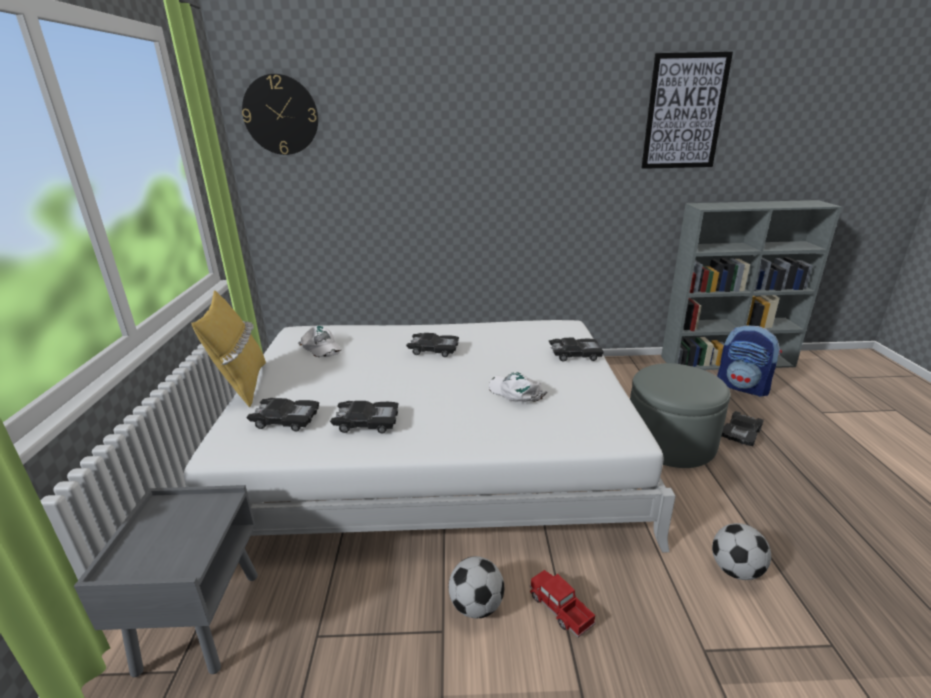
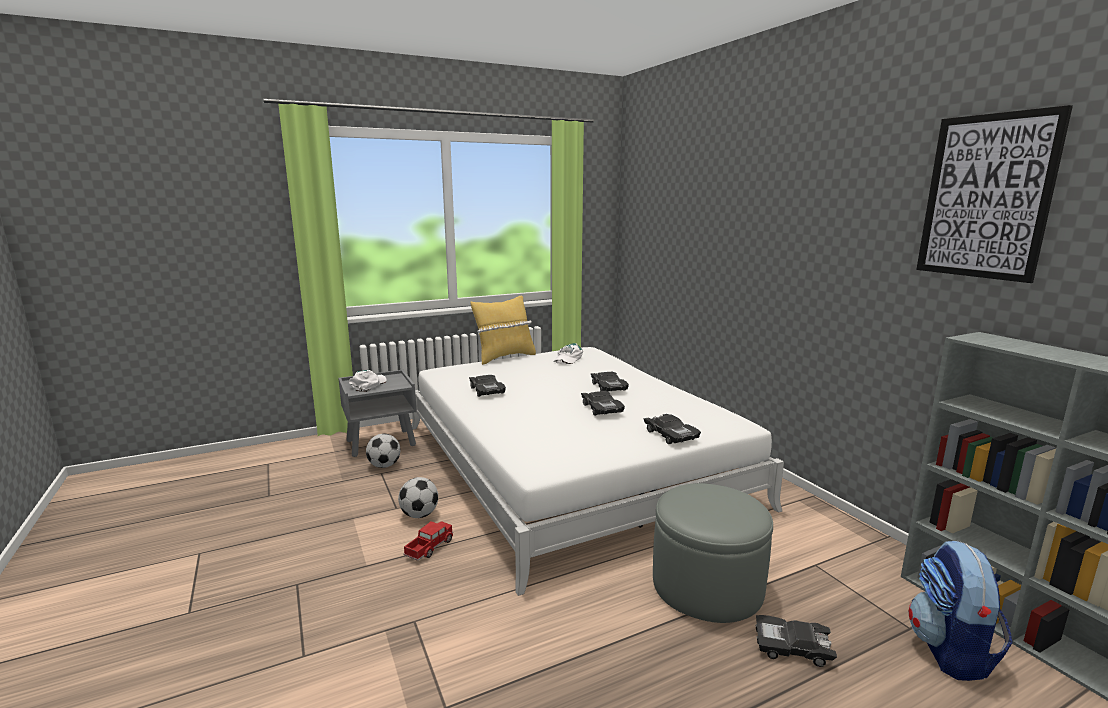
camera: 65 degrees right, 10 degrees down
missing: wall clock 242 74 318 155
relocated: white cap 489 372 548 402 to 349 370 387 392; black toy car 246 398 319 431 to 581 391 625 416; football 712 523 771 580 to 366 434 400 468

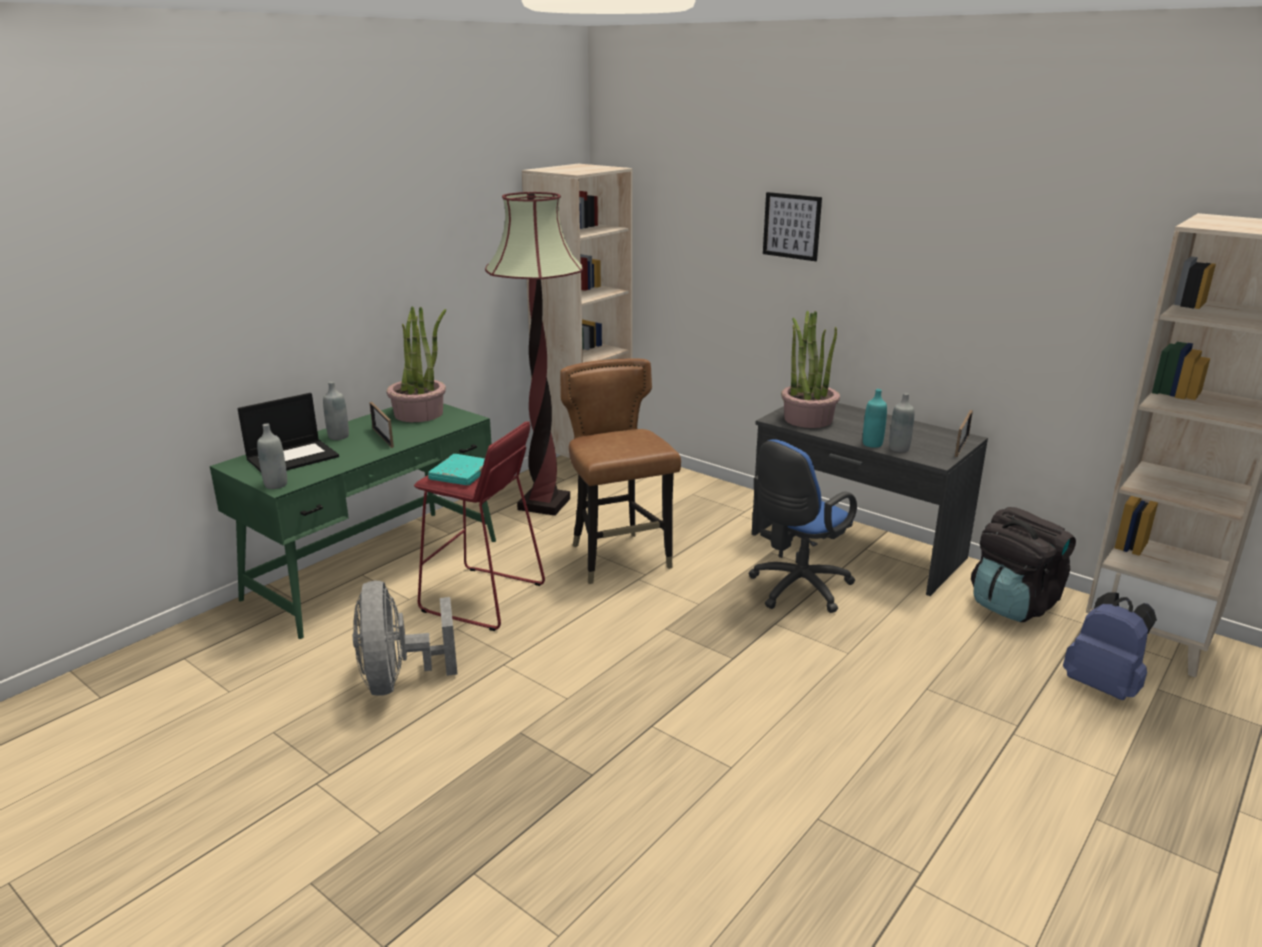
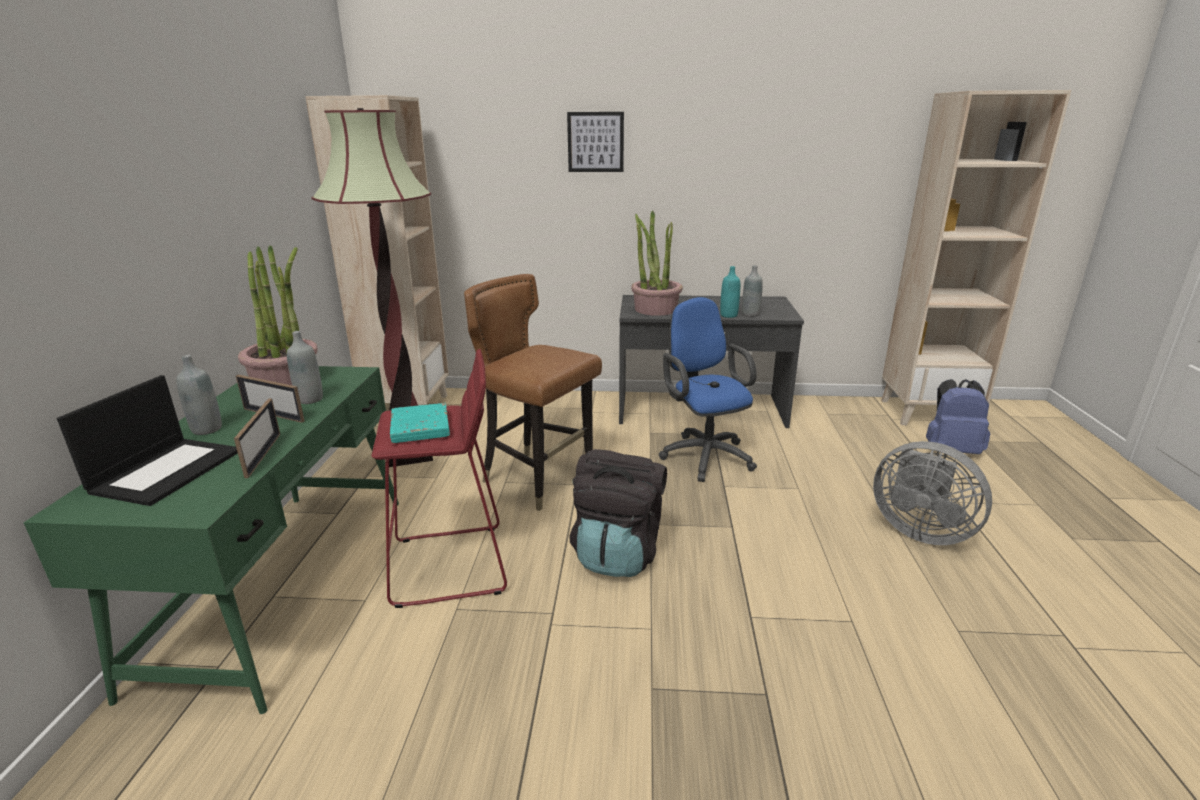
camera: 35 degrees left, 0 degrees up
relocated: picture frame 955 410 973 457 to 234 398 280 478; grey bottle 257 423 287 489 to 287 331 323 404; black backpack 971 507 1076 622 to 569 449 667 577; grey fan 353 581 457 696 to 873 441 992 545
spun: blue office chair 749 439 857 613 = 659 297 757 482 150 degrees clockwise

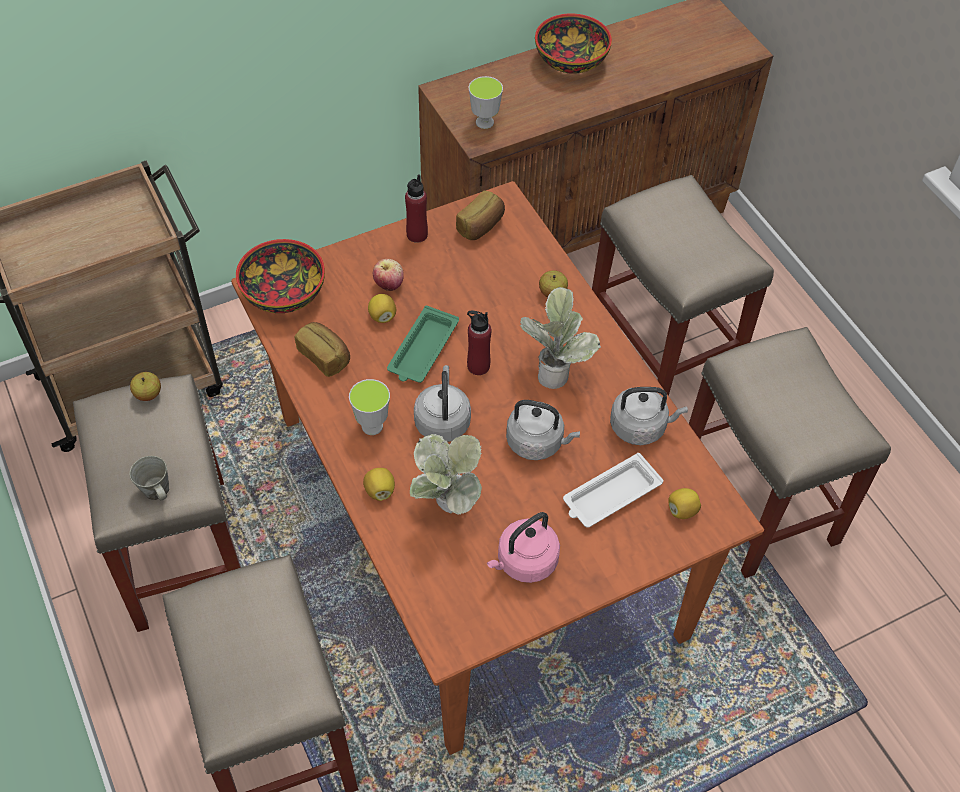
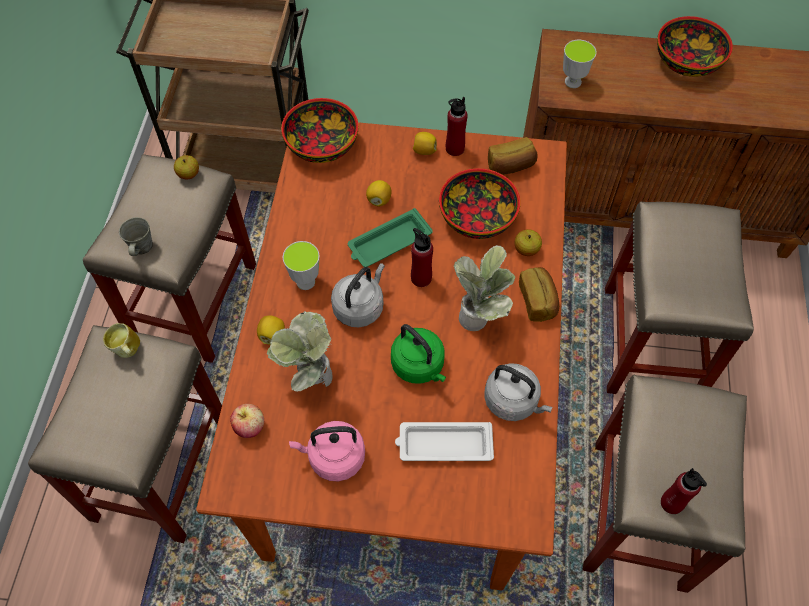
camera: 35 degrees right, 5 degrees up
appeared: bowl 439 168 521 239; mug 103 323 140 358; red bottle 661 468 707 514
relocated: apple 373 259 404 291 to 230 404 264 438; bread 295 322 350 377 to 519 267 559 322; lemon 668 488 701 519 to 413 132 437 155
colour: grey kettle 506 400 580 460 to green kettle 391 324 446 384

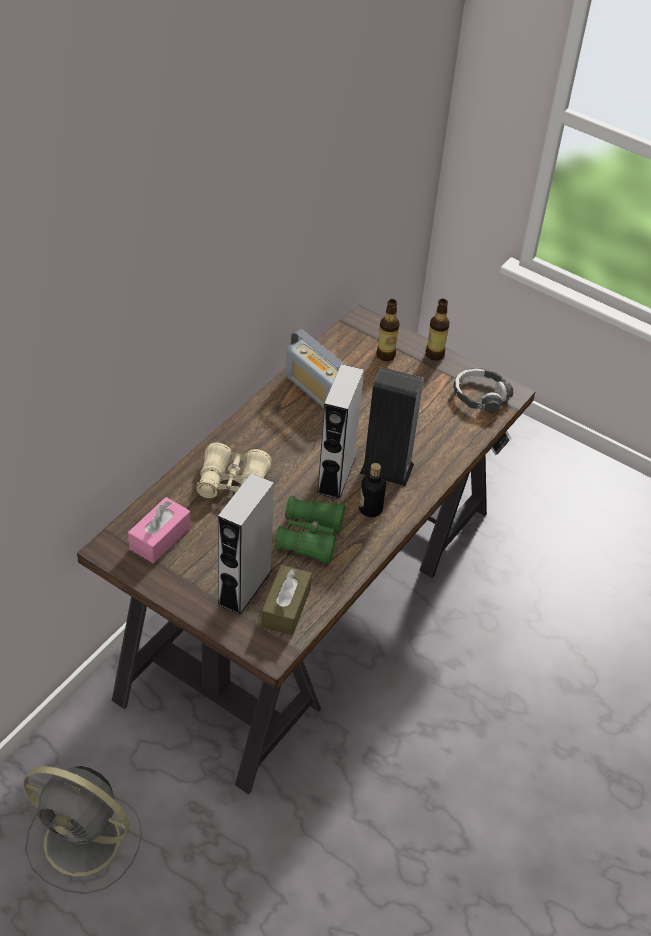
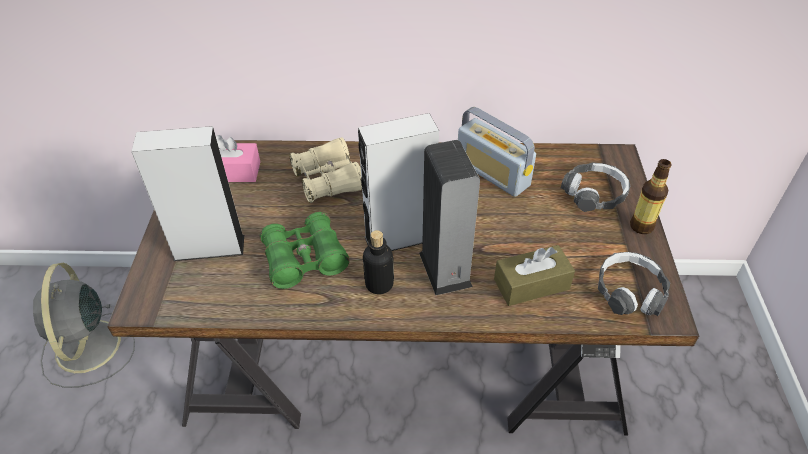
camera: 60 degrees right, 0 degrees up
relocated: brown tissue box 261 565 312 635 to 494 245 575 306
exchanged: bottle 376 299 399 361 to headphones 561 162 630 212
spun: radio 286 330 344 408 = 458 107 536 197 60 degrees counterclockwise

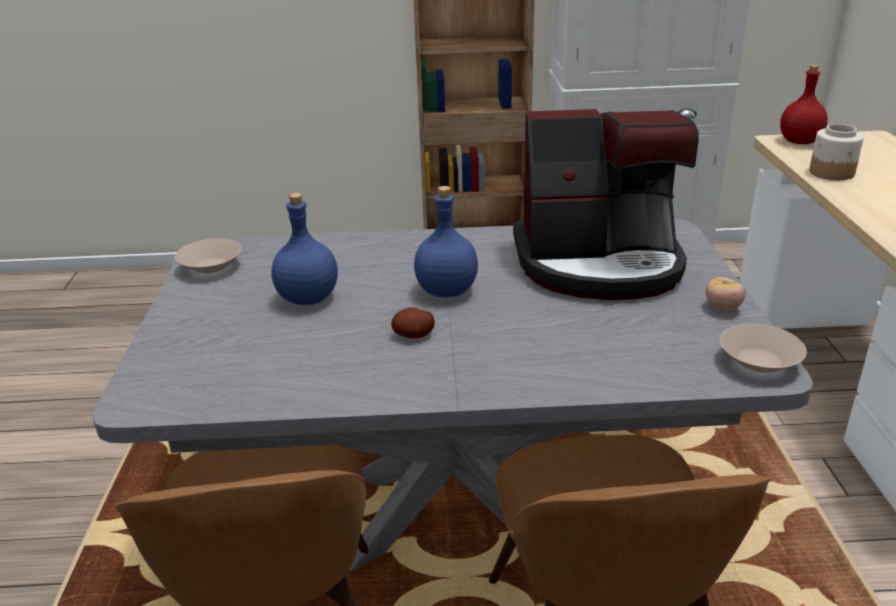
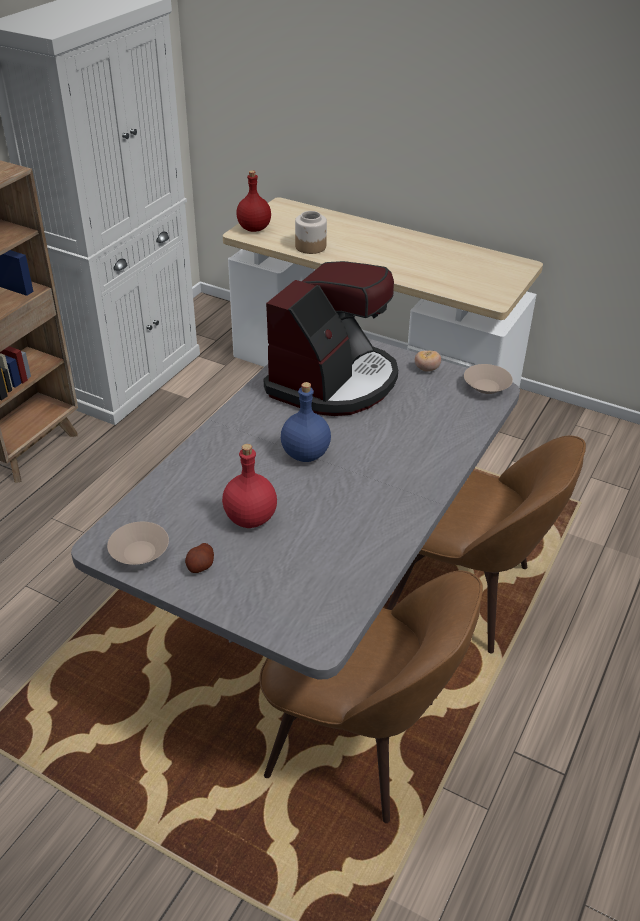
camera: 60 degrees left, 10 degrees up
relocated: potato 391 307 435 338 to 185 543 214 573
colour: blue bottle 271 193 338 305 to red bottle 222 444 277 528

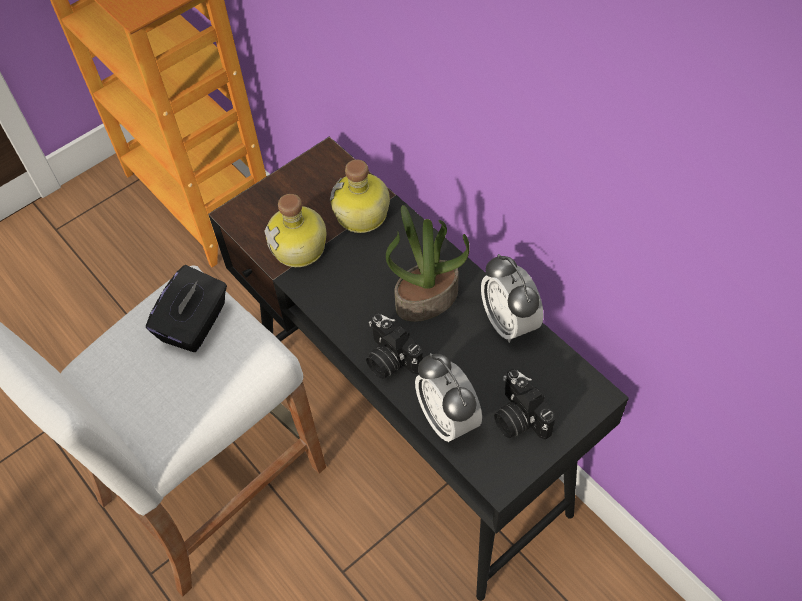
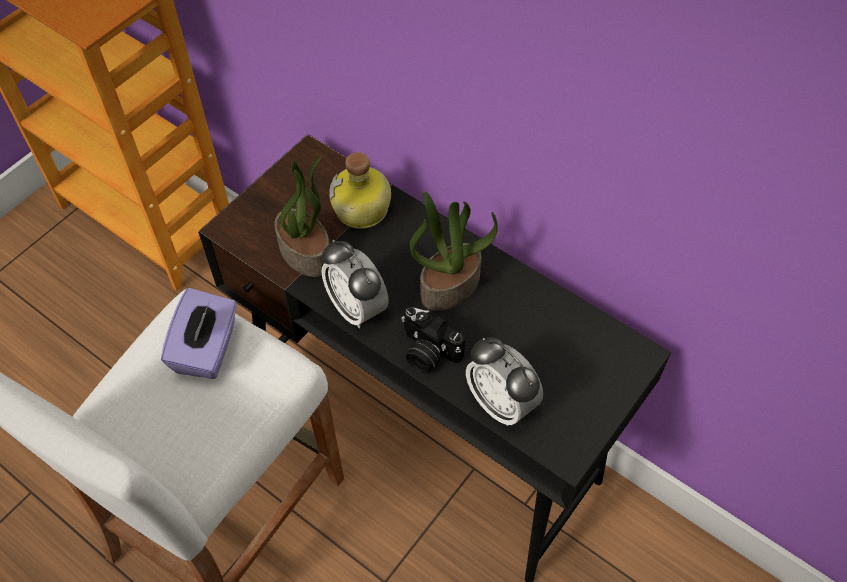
camera: 15 degrees left, 0 degrees up
missing: photo camera 494 369 555 440
relocated: alarm clock 481 254 544 343 to 321 240 389 328
exchanged: bottle 264 194 326 267 to potted plant 274 156 330 277
colour: black tissue box 146 265 227 352 to purple tissue box 161 288 237 379

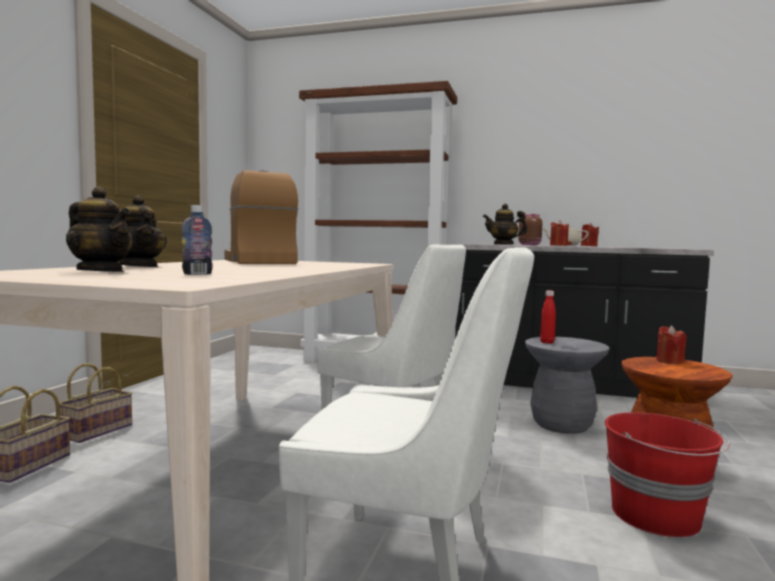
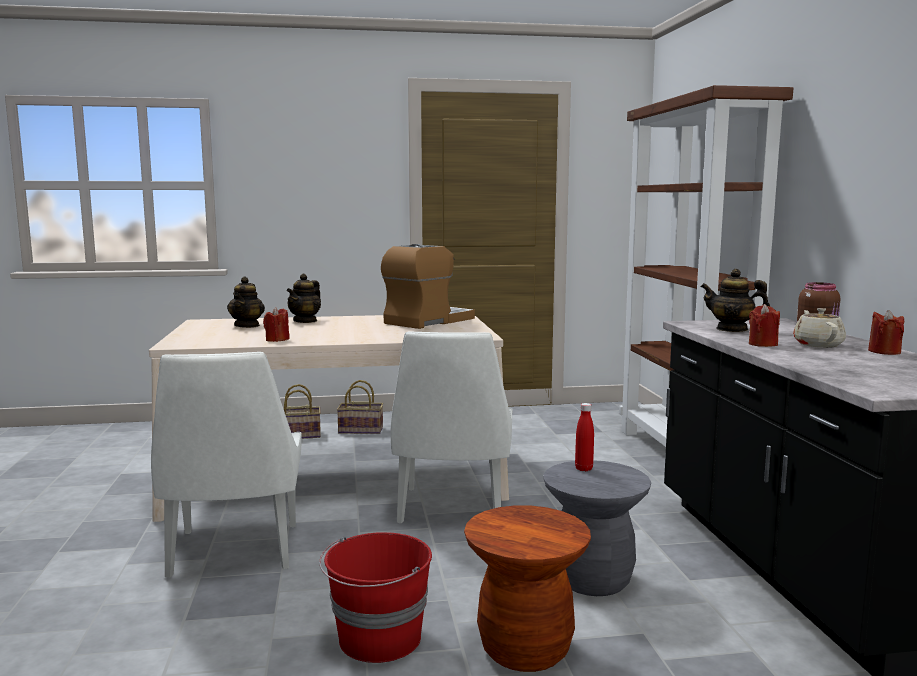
camera: 65 degrees right, 5 degrees up
missing: bottle 182 205 213 275
relocated: red candle 656 325 687 364 to 263 307 290 342
spun: teapot 483 204 528 245 = 700 269 770 332 60 degrees counterclockwise

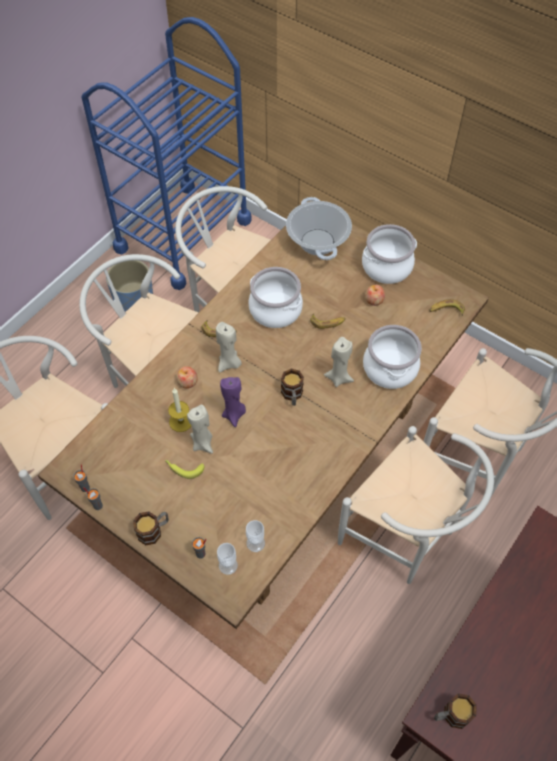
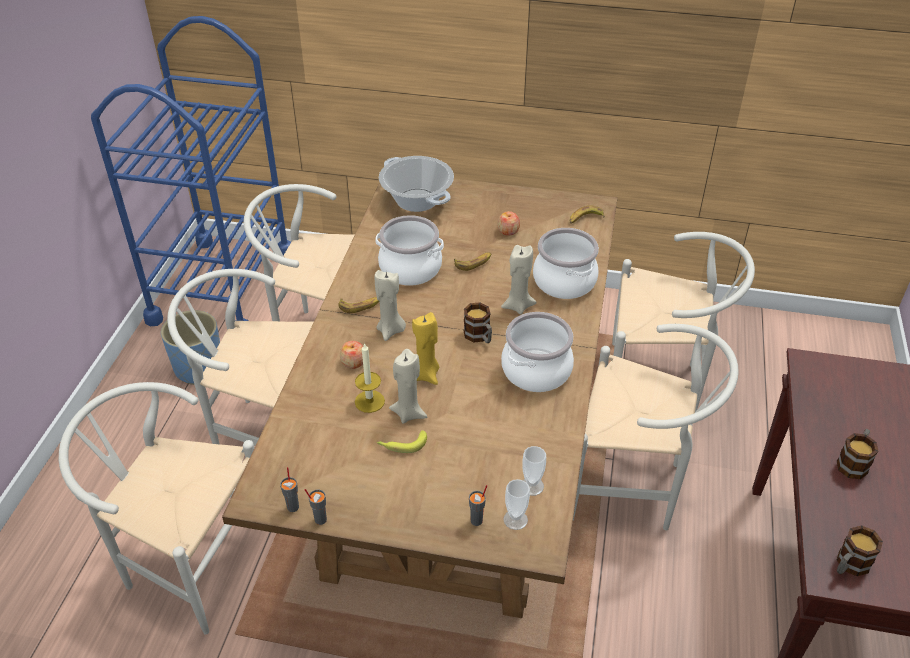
camera: 25 degrees left, 15 degrees down
relocated: cooking pot 362 224 417 284 to 501 312 574 392; mug 133 511 169 545 to 837 429 879 479
colour: purple candle 220 377 246 427 to yellow candle 412 312 439 385

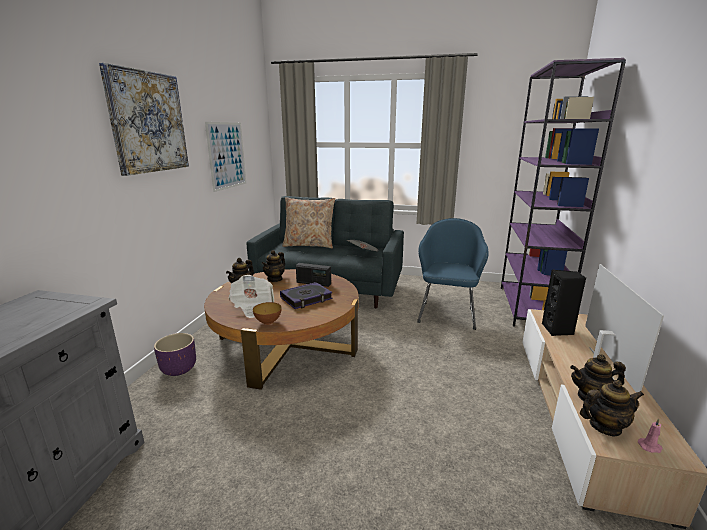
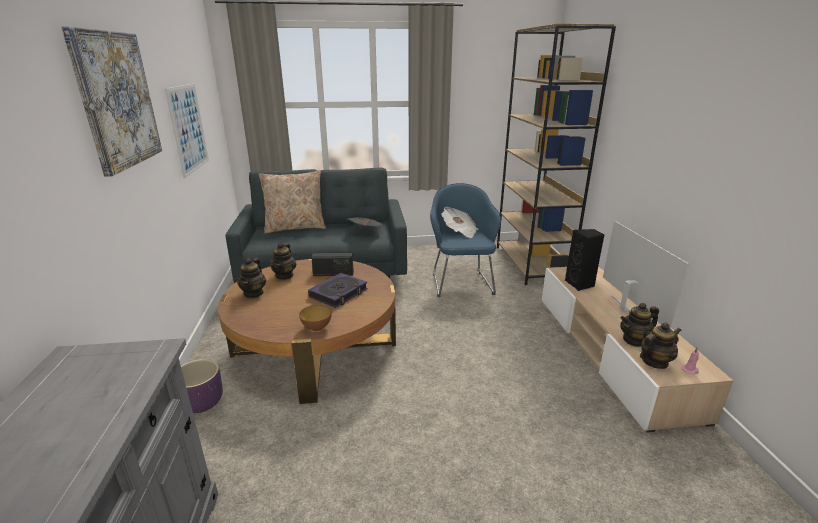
camera: 20 degrees left, 5 degrees up
relocated: newspaper 229 275 274 318 to 442 207 478 238
colour: purple bookcase 501 58 626 326 to brown bookcase 497 24 616 285

